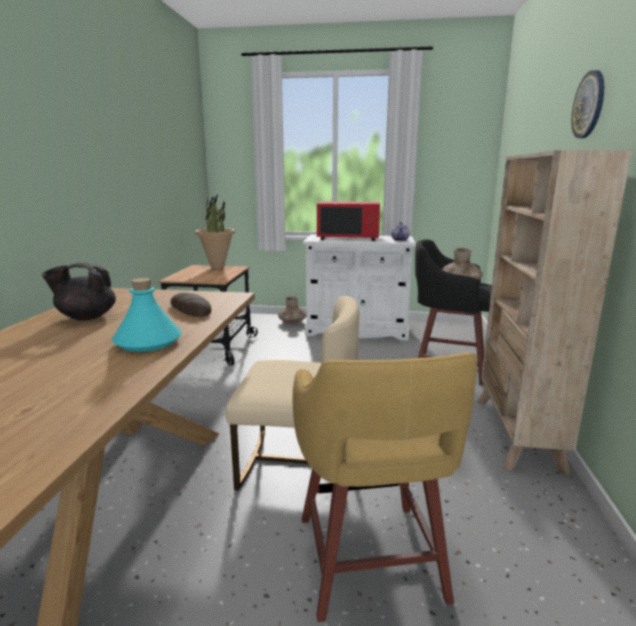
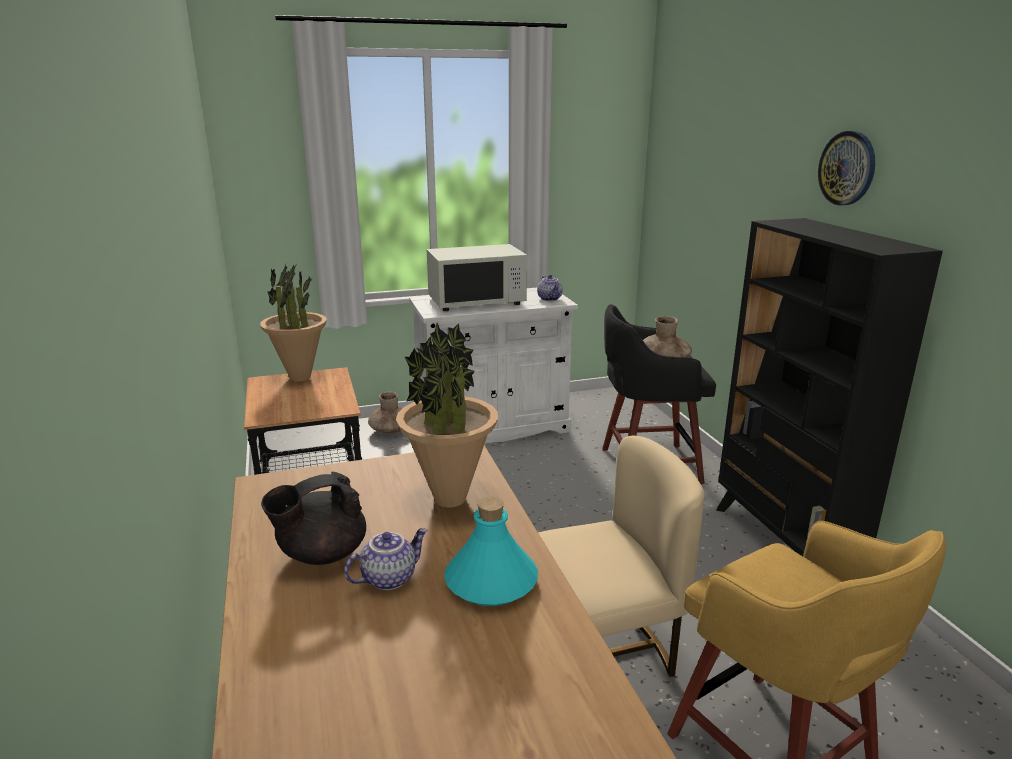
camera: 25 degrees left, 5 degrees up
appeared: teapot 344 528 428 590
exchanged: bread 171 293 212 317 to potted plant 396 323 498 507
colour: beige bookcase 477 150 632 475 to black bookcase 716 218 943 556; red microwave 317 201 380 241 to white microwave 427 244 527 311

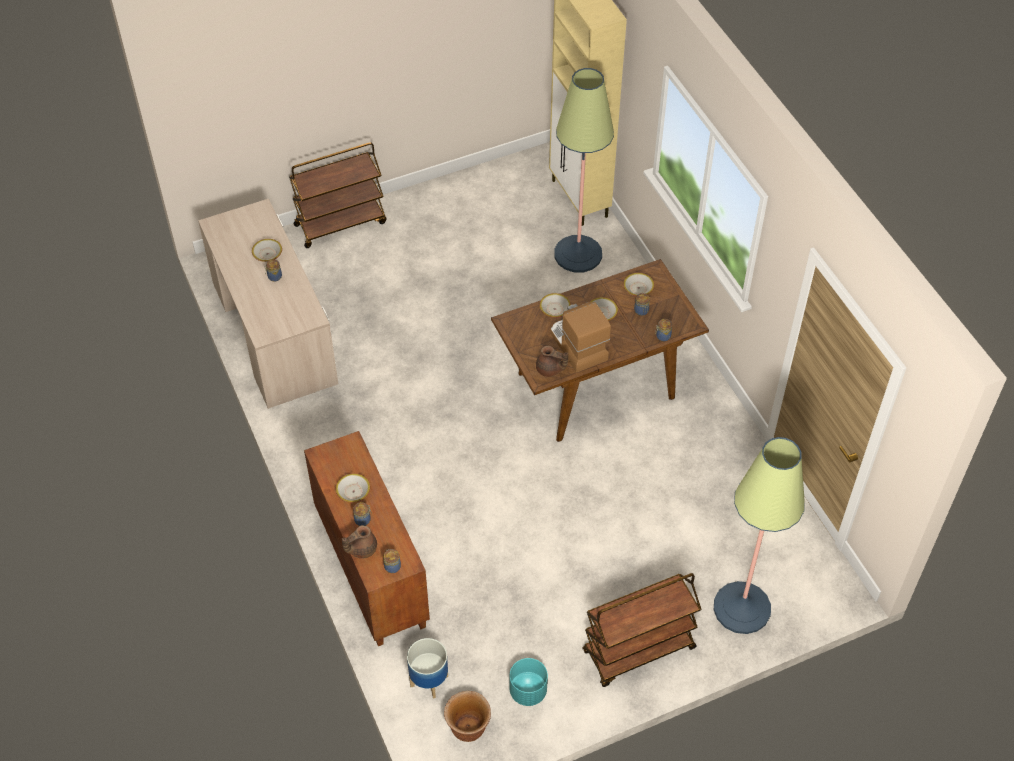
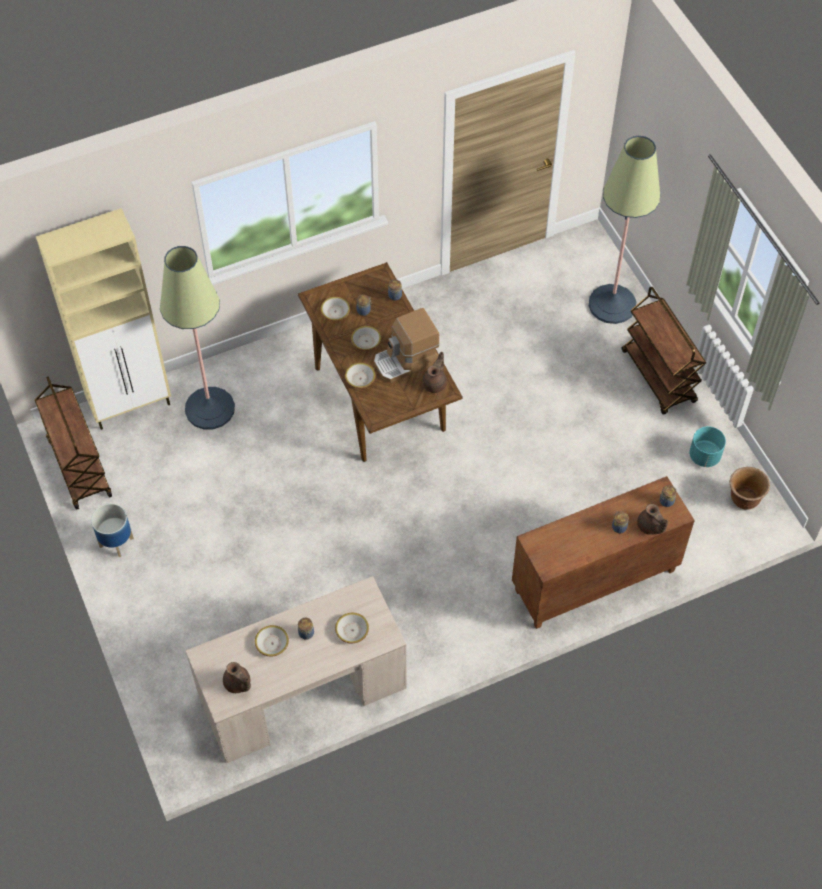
camera: 90 degrees left, 5 degrees up
appeared: brown teapot 223 662 251 693
relocated: brown cart 289 142 386 248 to 35 376 112 510; bowl 336 473 370 503 to 335 613 369 643; planter 407 638 448 699 to 91 503 134 557

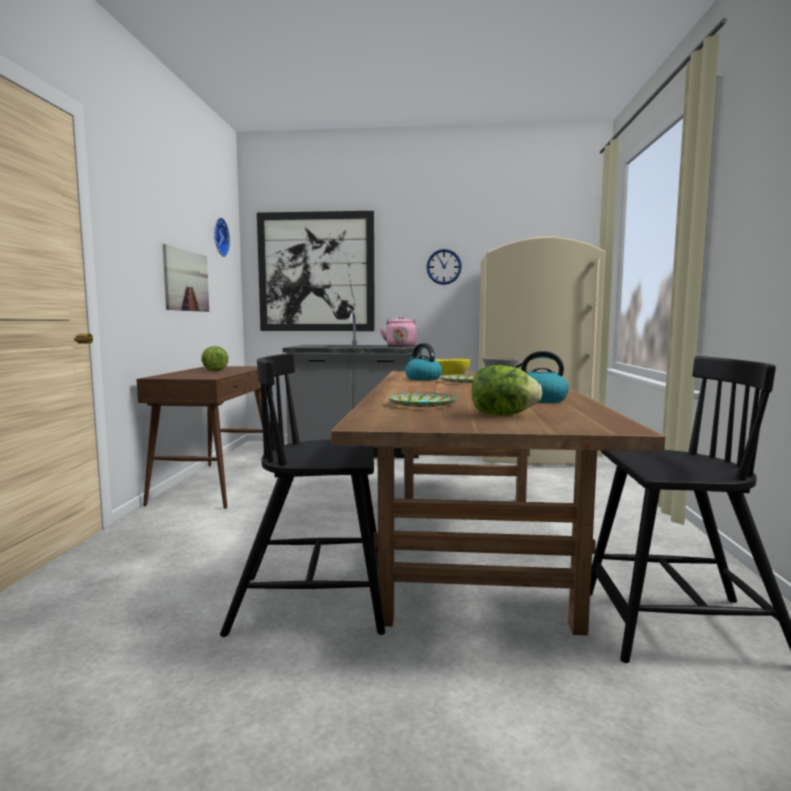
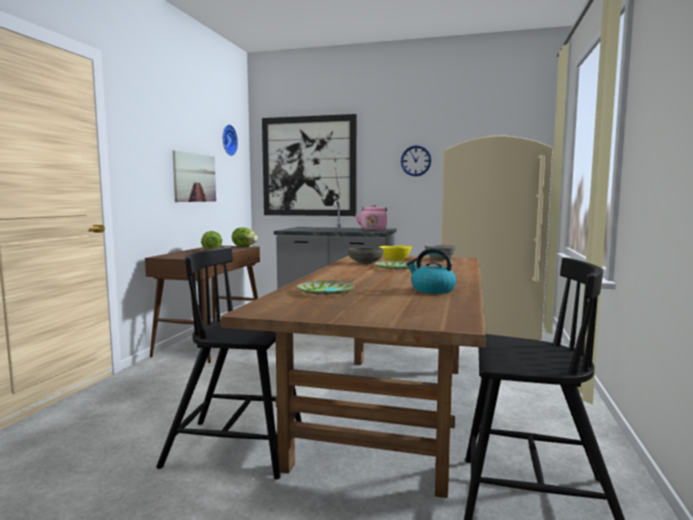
camera: 10 degrees right, 0 degrees up
relocated: lettuce 472 365 542 416 to 232 227 258 247
exchanged: kettle 405 343 442 380 to grey bowl 348 247 383 264

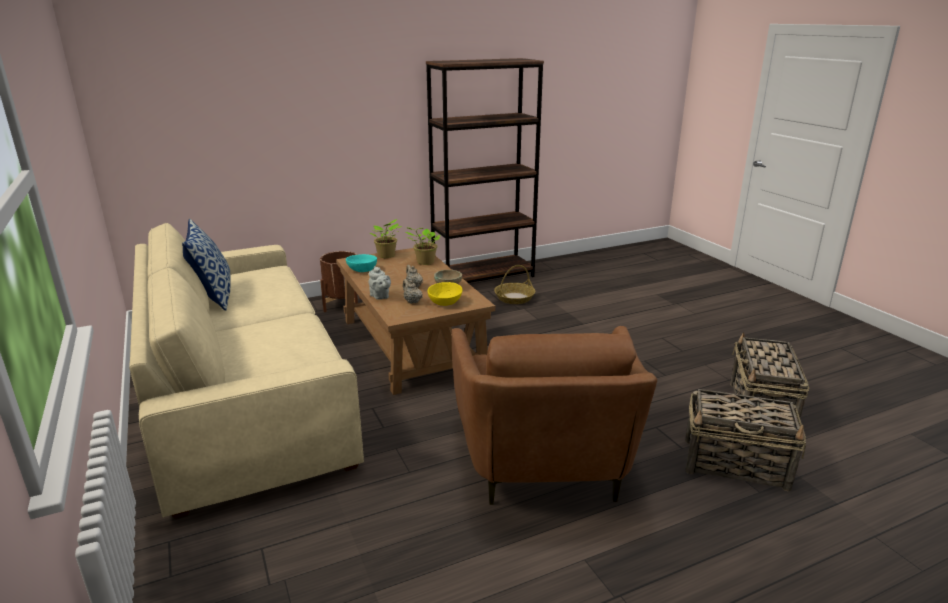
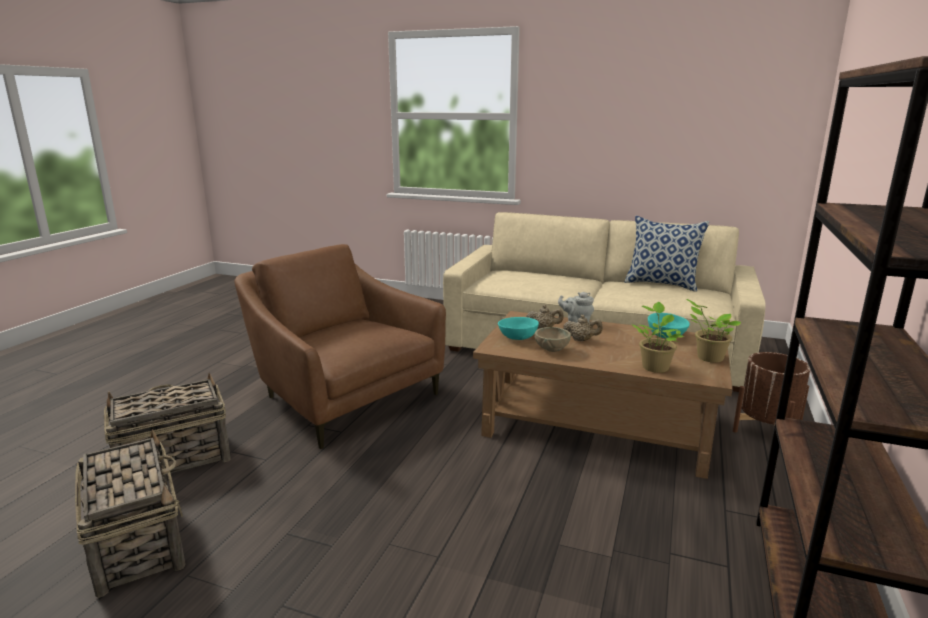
camera: 135 degrees right, 5 degrees down
missing: basket 494 265 535 304
colour: yellow bowl 428 282 463 306 to turquoise bowl 498 317 539 340

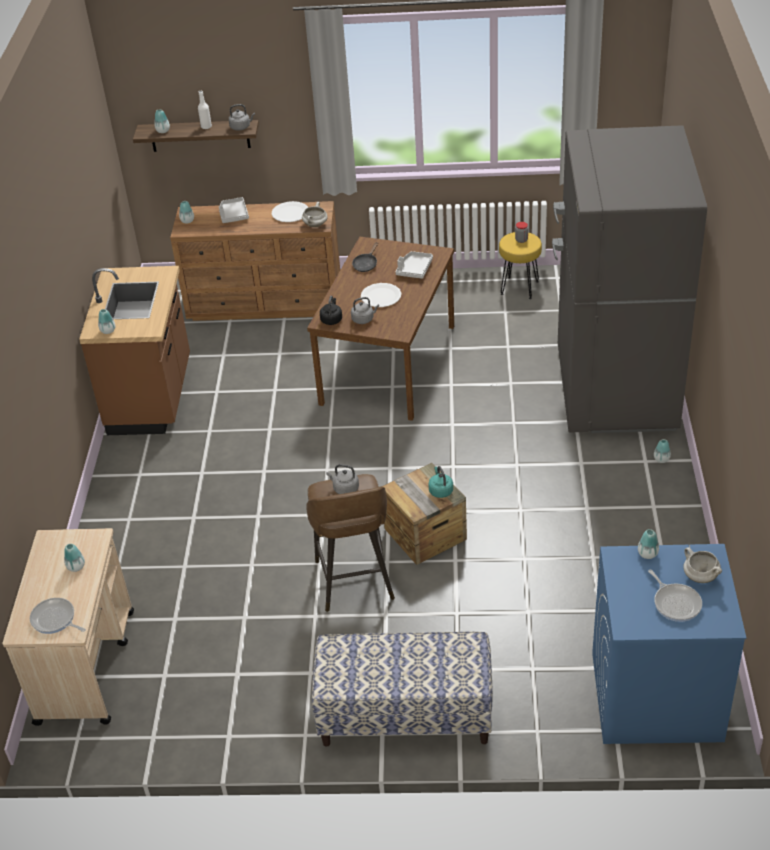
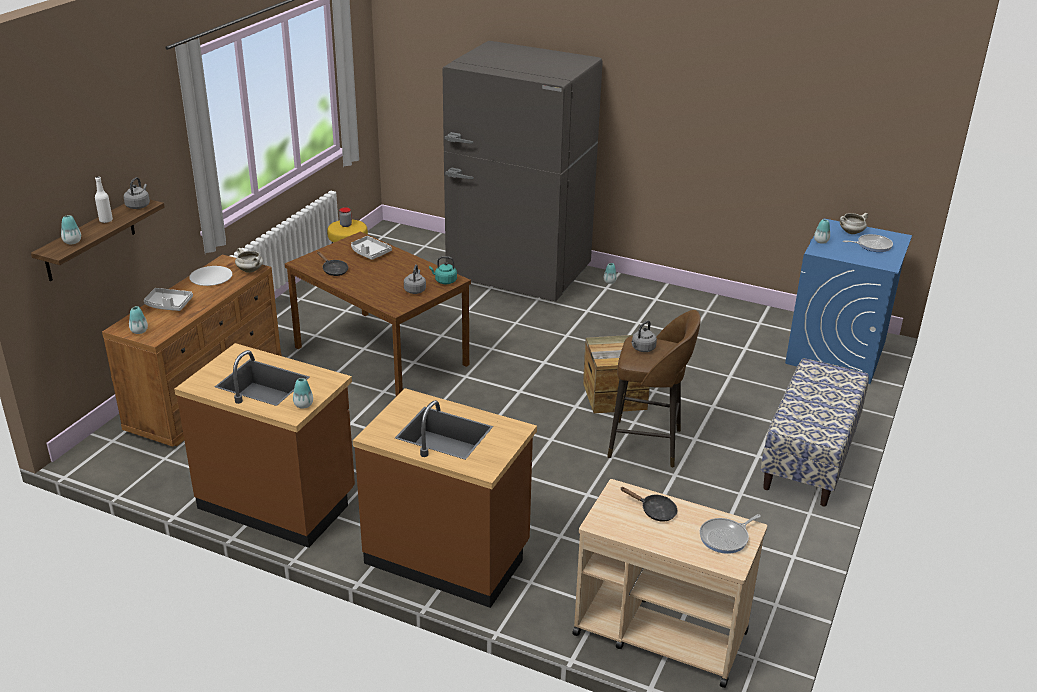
camera: 70 degrees left, 10 degrees down
missing: white plate 361 283 401 307; black kettle 320 296 342 325
appeared: brown counter 353 388 537 608
relocated: turquoise kettle 428 466 453 498 to 429 256 457 284
exchanged: vase 64 544 85 572 to black frying pan 621 487 677 522

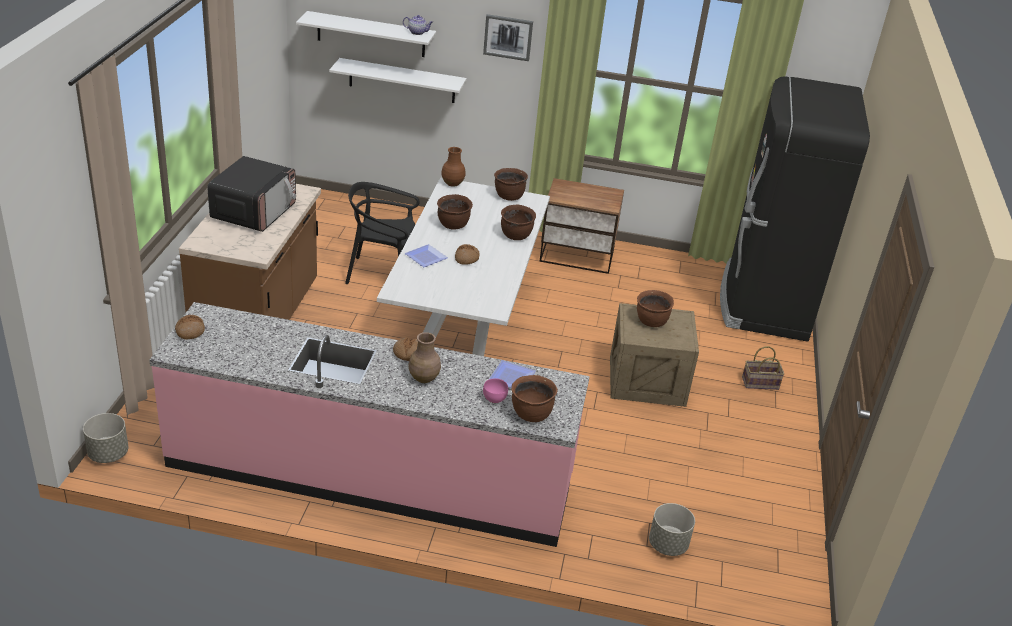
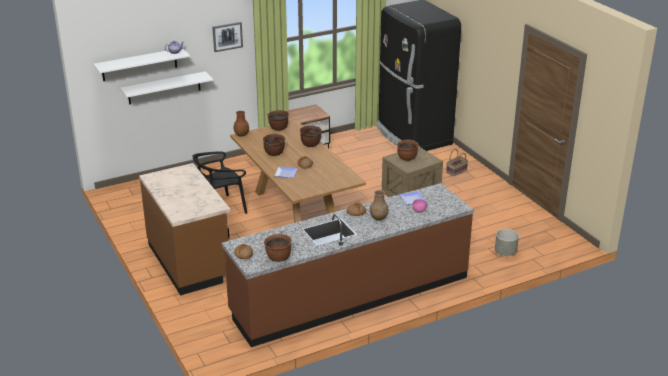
camera: 35 degrees left, 5 degrees down
missing: microwave 207 156 296 232; grey planter 83 413 128 463
relocated: brown cooking pot 511 375 558 422 to 264 234 291 262
colour: white dining table 377 177 550 356 to brown dining table 230 120 366 223; pink counter 149 302 590 547 to brown counter 222 183 474 347

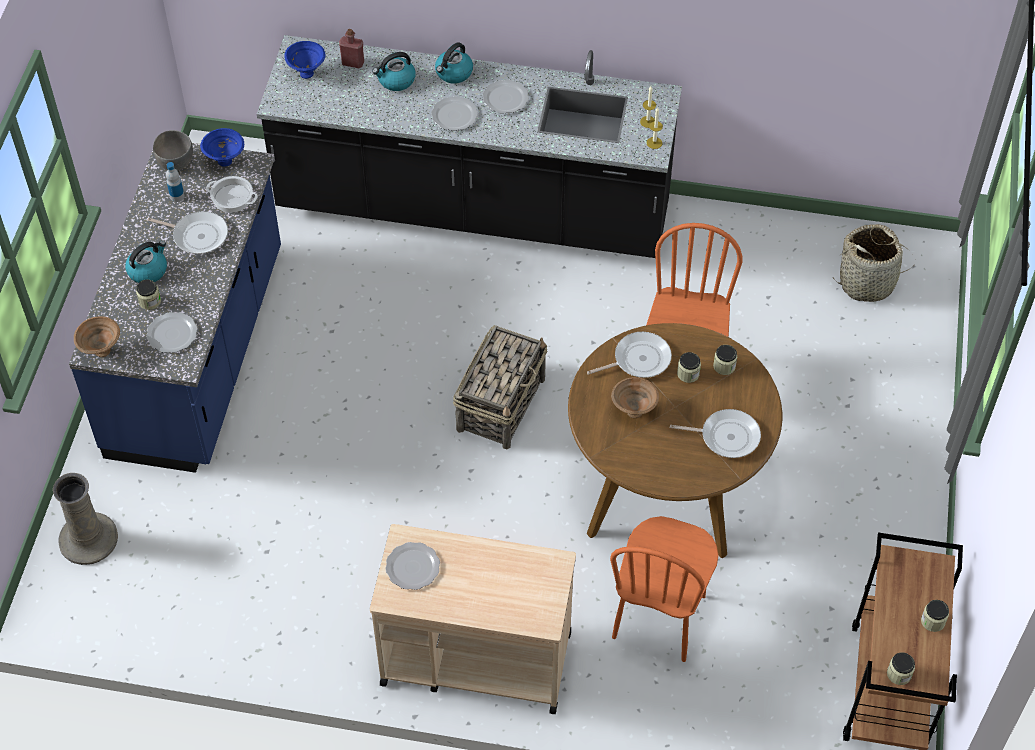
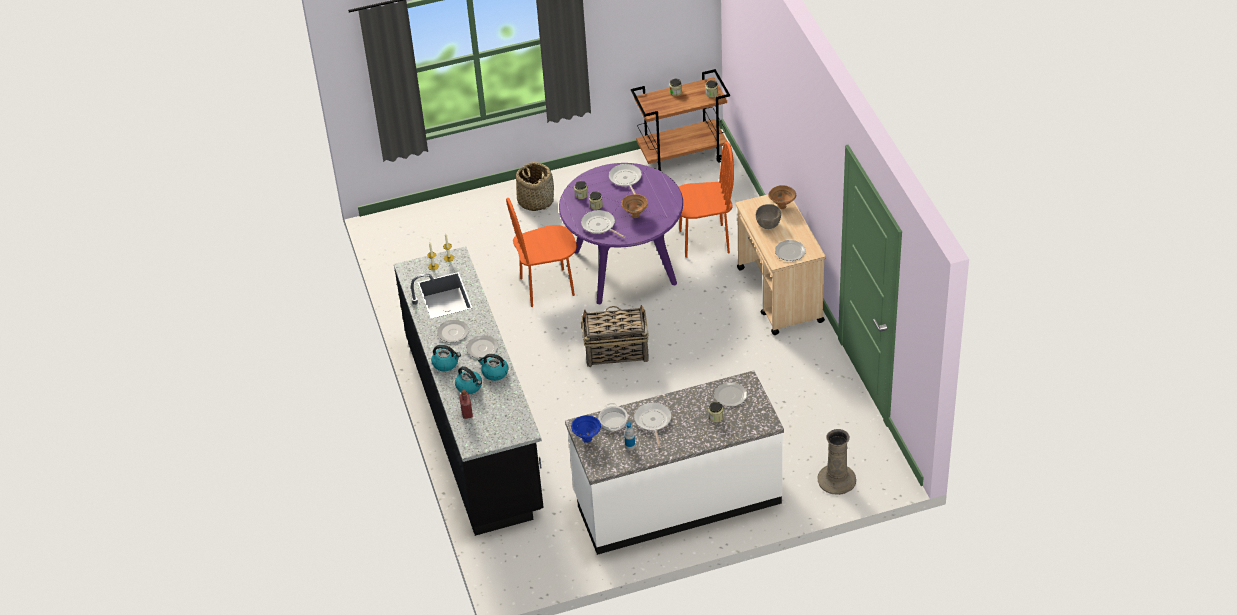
camera: 115 degrees left, 10 degrees down
missing: blue bowl 284 41 325 79
relocated: grey bowl 153 130 193 171 to 756 204 781 229; basket 833 224 916 302 to 516 162 554 211; kettle 125 241 167 283 to 477 354 508 381; brown bowl 74 316 120 357 to 769 185 796 209
colour: blue counter 69 143 281 473 to white counter 565 370 784 555; brown dining table 568 323 782 558 to purple dining table 559 163 683 305

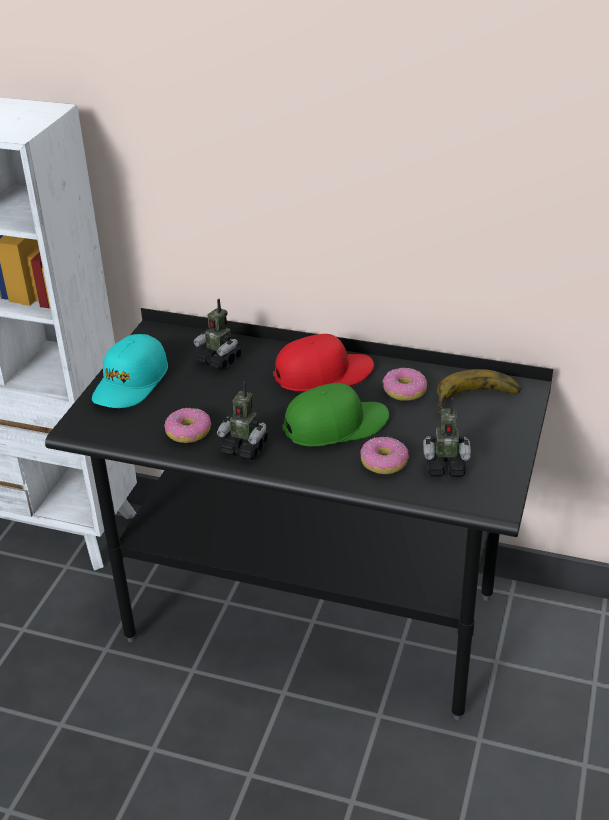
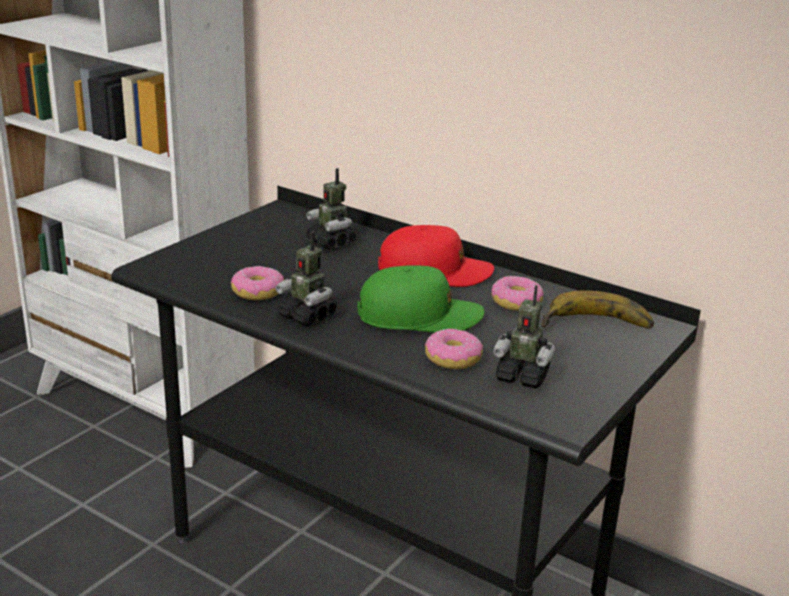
camera: 15 degrees right, 10 degrees down
missing: turquoise cap 92 334 168 408

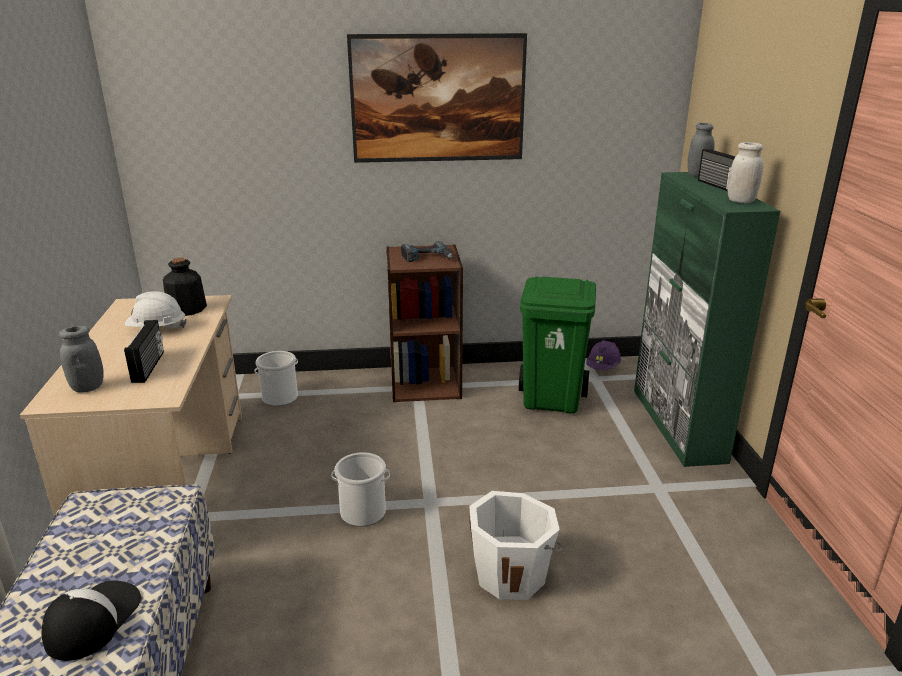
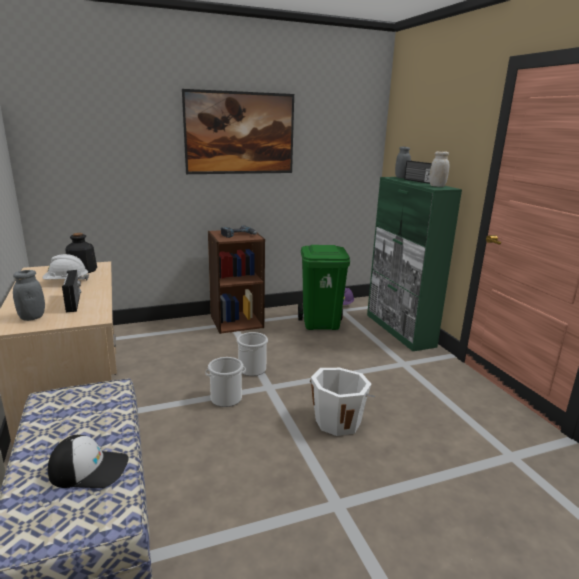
camera: 15 degrees left, 5 degrees down
relocated: bucket 254 351 298 406 to 237 332 268 376
spun: cap 42 580 141 661 = 48 435 129 488 90 degrees clockwise

